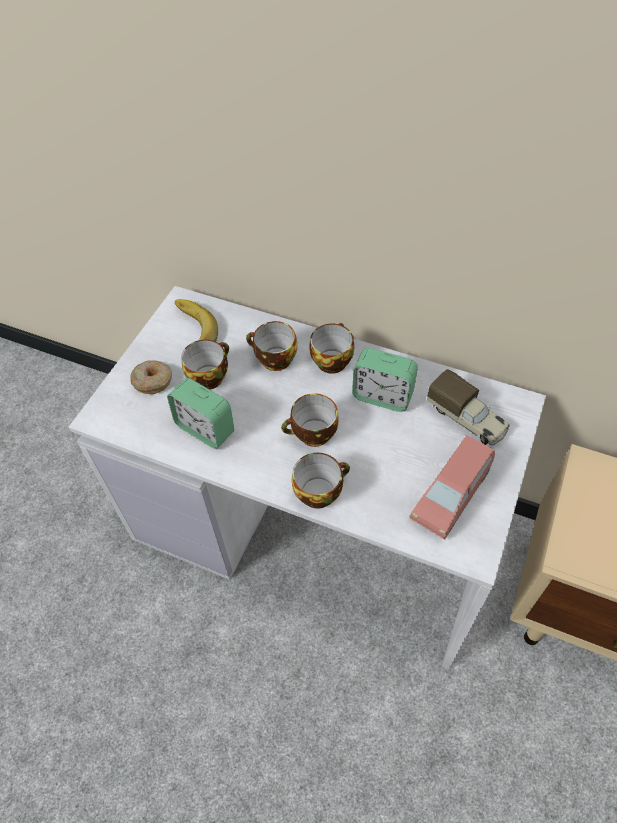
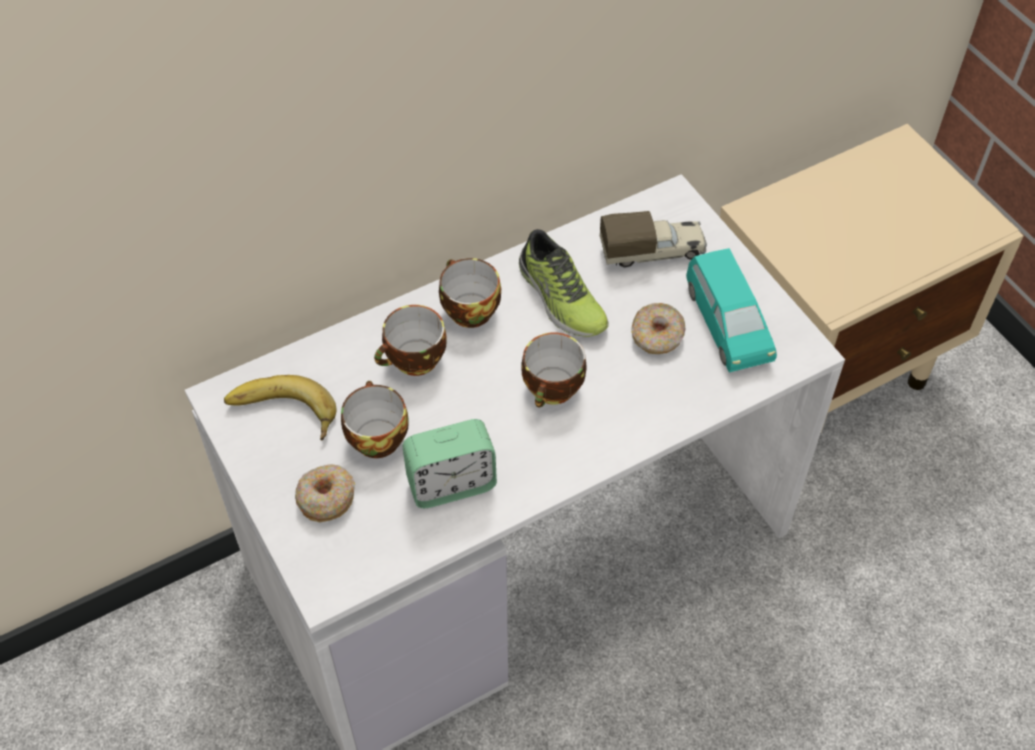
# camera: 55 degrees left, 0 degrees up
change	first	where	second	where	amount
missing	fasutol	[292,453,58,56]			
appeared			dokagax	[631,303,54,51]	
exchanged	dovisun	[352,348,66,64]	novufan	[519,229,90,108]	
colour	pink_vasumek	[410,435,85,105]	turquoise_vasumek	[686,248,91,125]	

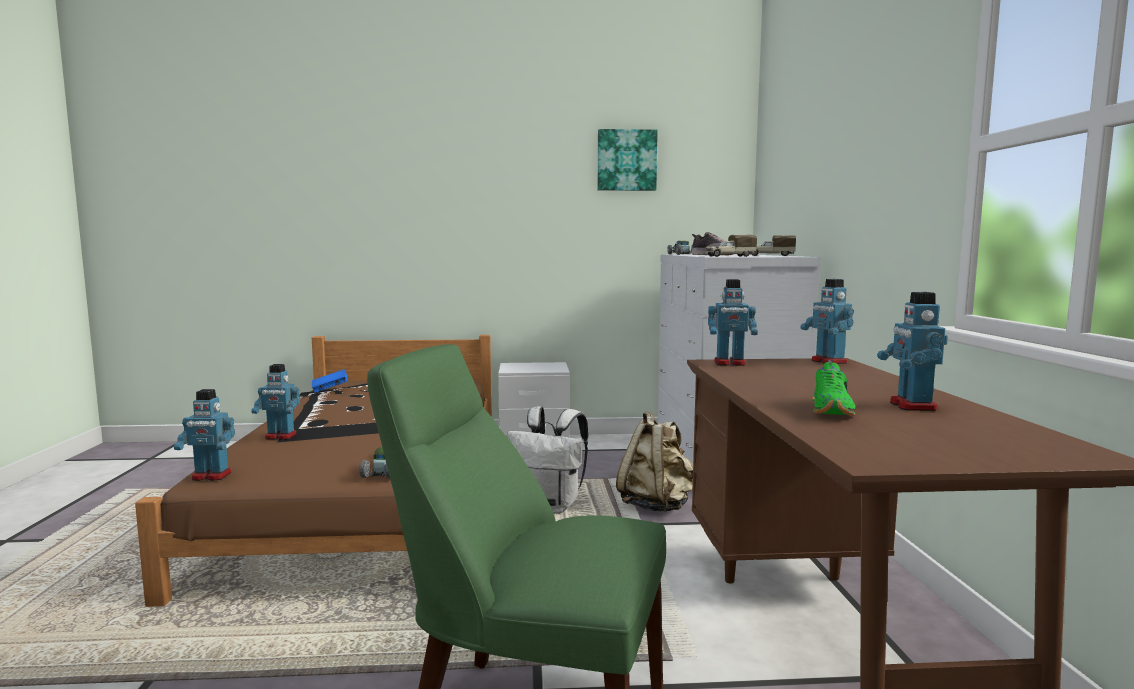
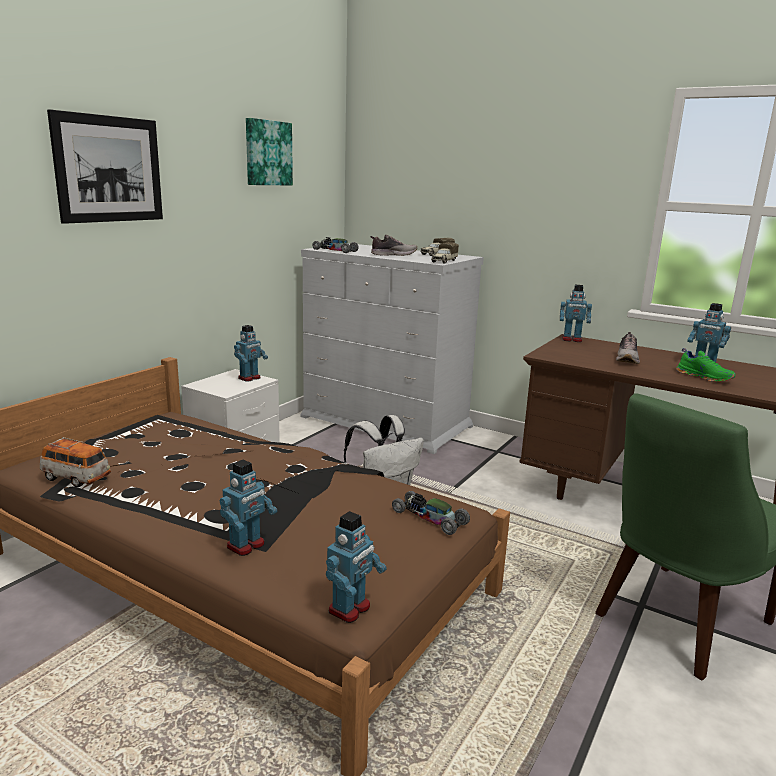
# camera: 55 degrees left, 10 degrees up
change	first	where	second	where	amount
missing	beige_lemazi	[616,411,77,101]			
appeared			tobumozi	[47,109,116,115]	
appeared			novufan	[616,332,24,32]	
relocated	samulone	[708,279,50,87]		[234,325,34,57]	
exchanged	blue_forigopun	[312,369,35,24]	vasumek	[39,437,72,50]	

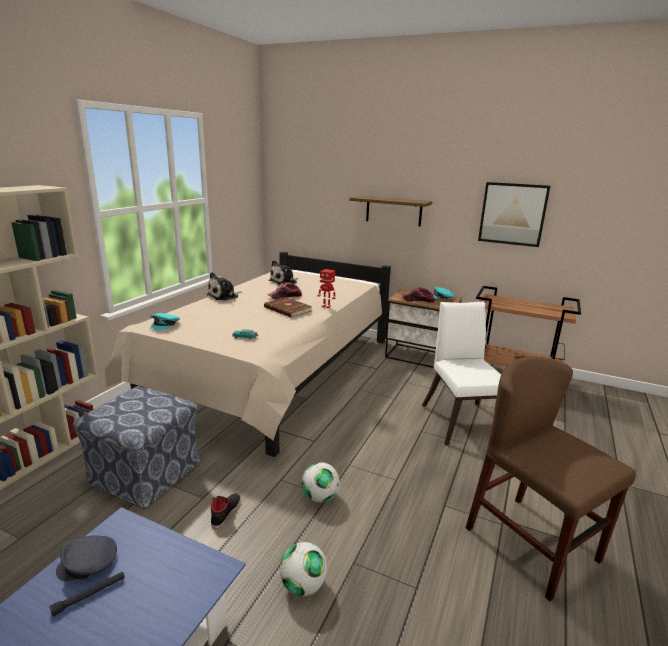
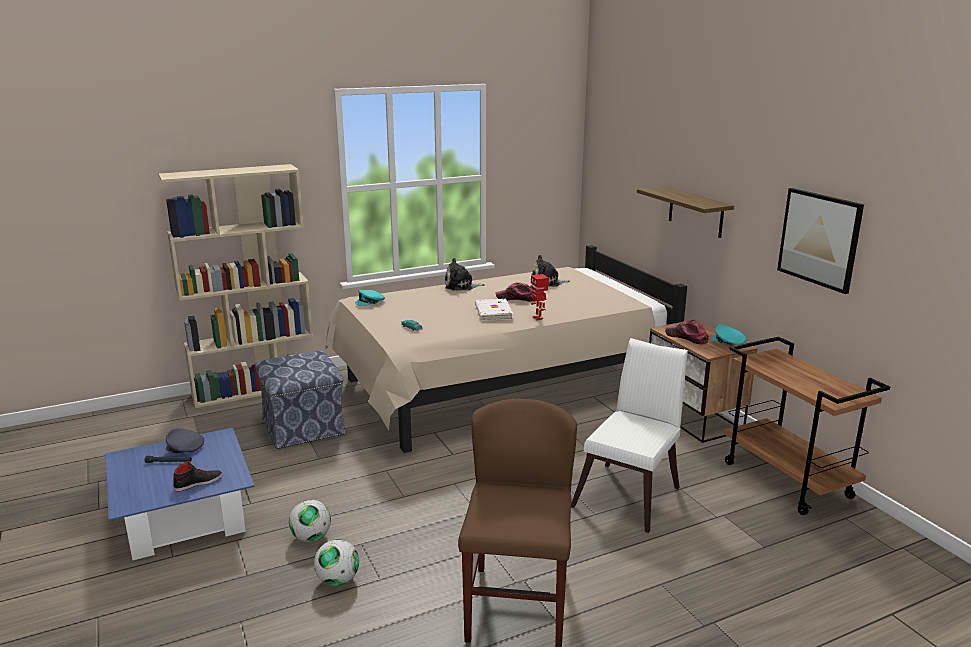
# camera: 40 degrees right, 0 degrees up
change	first	where	second	where	amount
relocated	black_novufan	[211,494,30,35]		[173,461,50,31]	
relocated	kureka	[302,462,38,41]		[314,539,45,47]	
colour	brown_forigopun	[264,297,48,21]	white_forigopun	[475,299,38,22]	

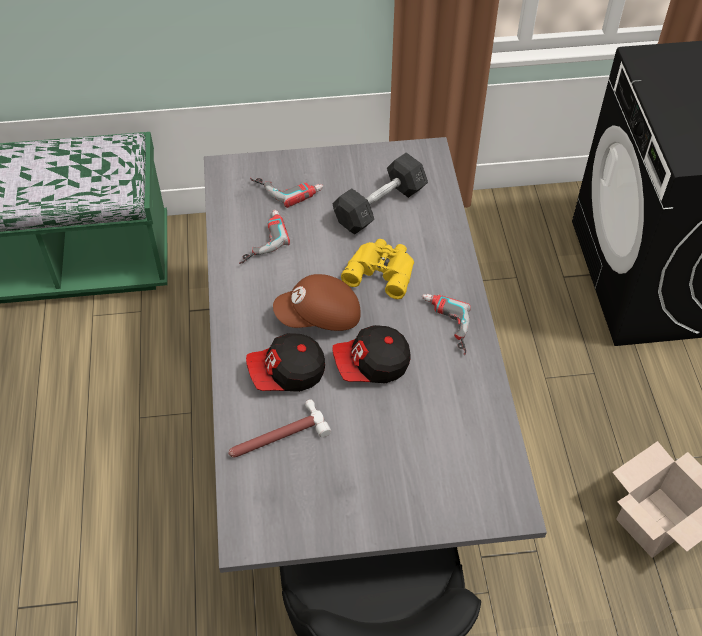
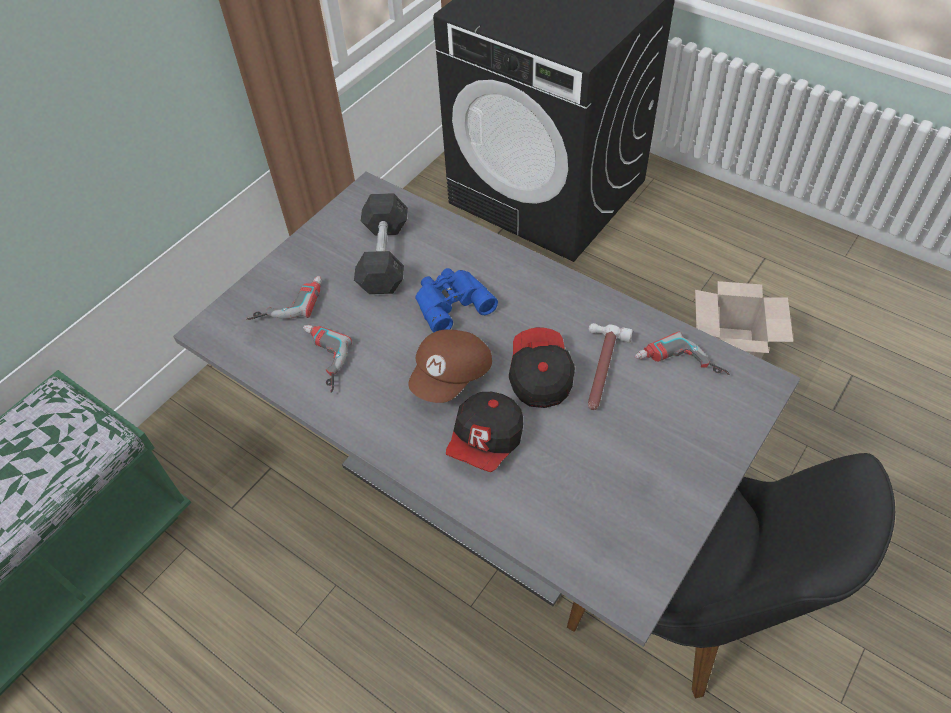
# camera: 45 degrees left, 0 degrees up
change	first	where	second	where	amount
relocated	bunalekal	[228,399,103,59]		[588,323,45,87]	
relocated	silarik	[422,294,49,61]		[635,331,95,44]	
colour	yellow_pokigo	[341,239,73,60]	blue_pokigo	[415,268,83,65]	
spun	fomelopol	[332,325,79,58]		[509,327,66,81]	150 degrees clockwise

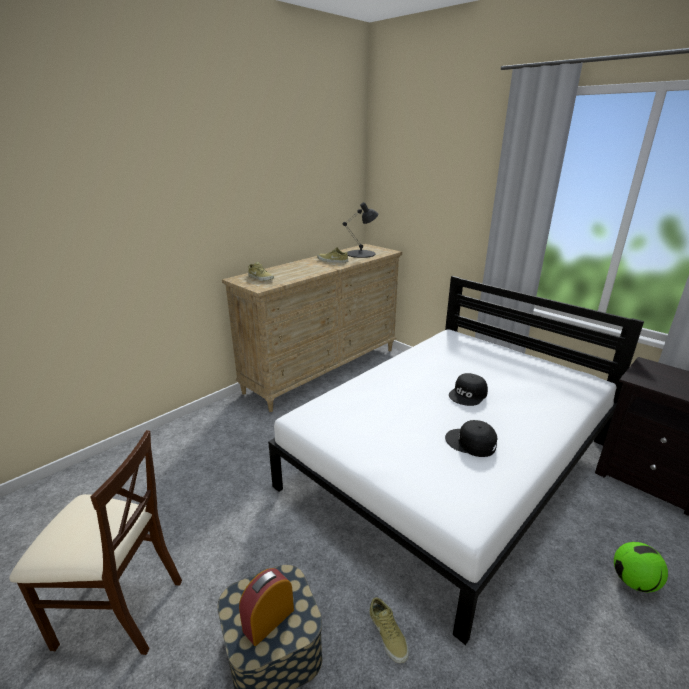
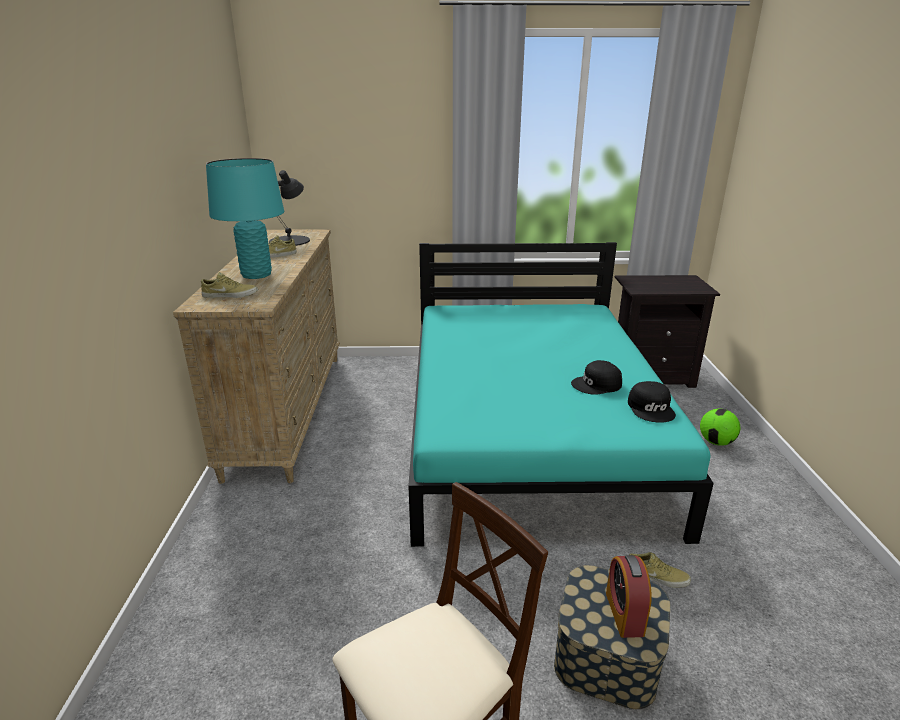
# camera: 45 degrees left, 0 degrees up
change	first	where	second	where	amount
appeared			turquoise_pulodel	[206,158,78,121]	
relocated	black_fomelopol	[449,373,39,33]		[628,381,48,42]	
colour	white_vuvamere	[268,276,376,369]	turquoise_vuvamere	[408,242,306,305]	

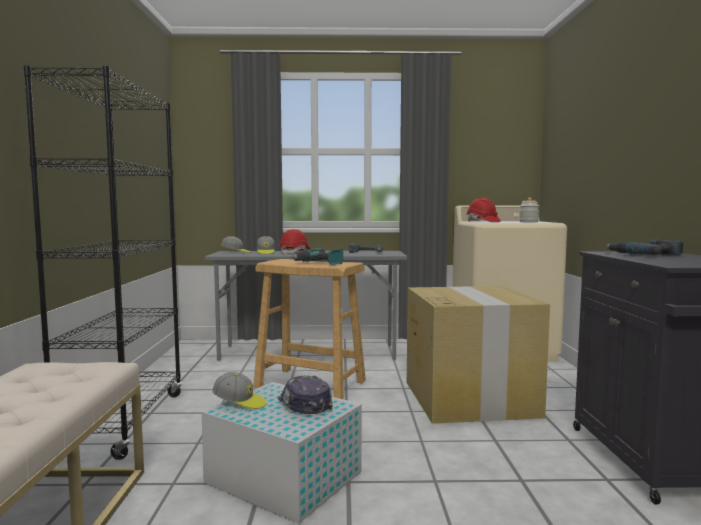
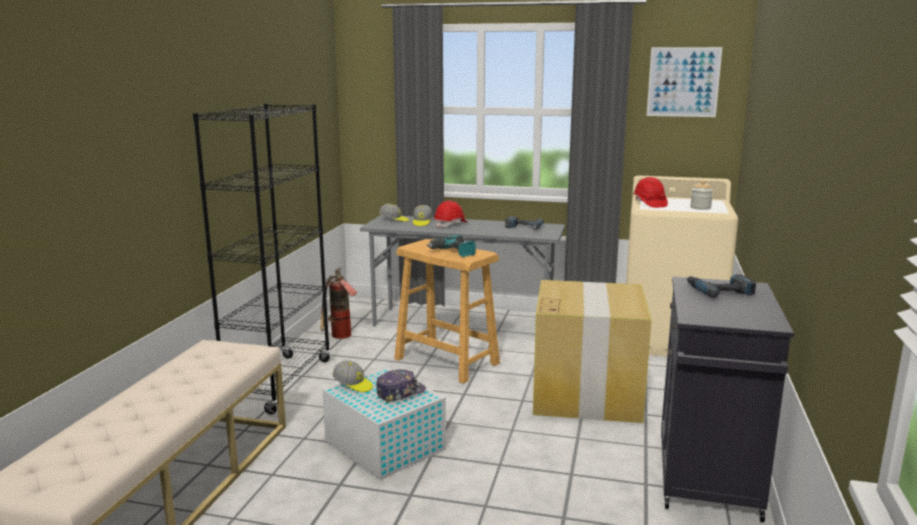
# camera: 15 degrees right, 10 degrees up
change	first	where	second	where	amount
appeared			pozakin	[320,267,37,72]	
appeared			tobumozi	[647,47,76,70]	
spun	fomelopol	[278,376,55,38]		[376,369,50,34]	75 degrees clockwise

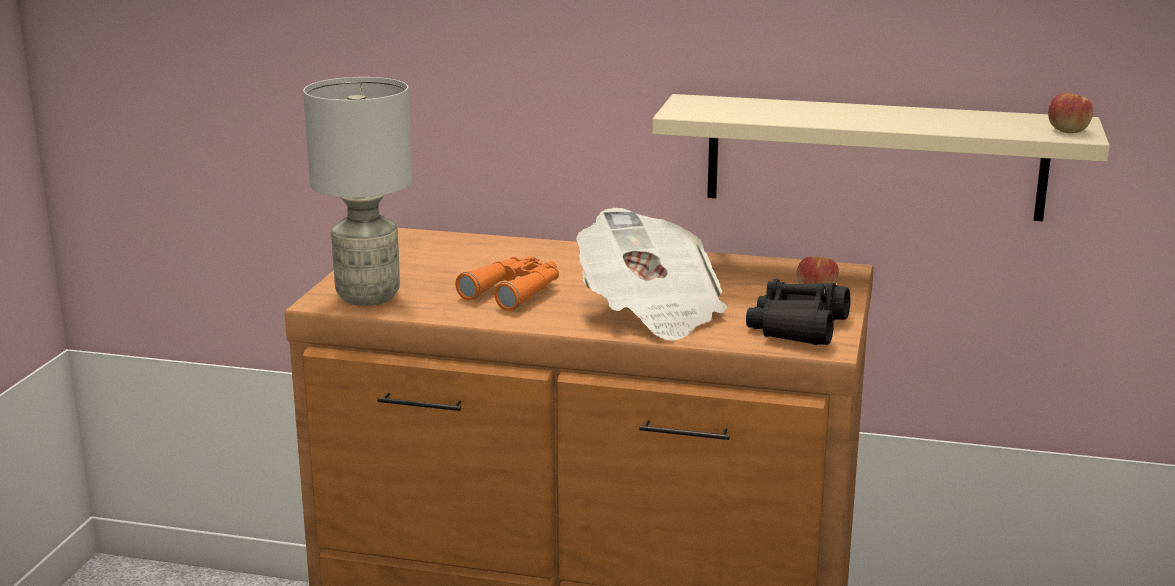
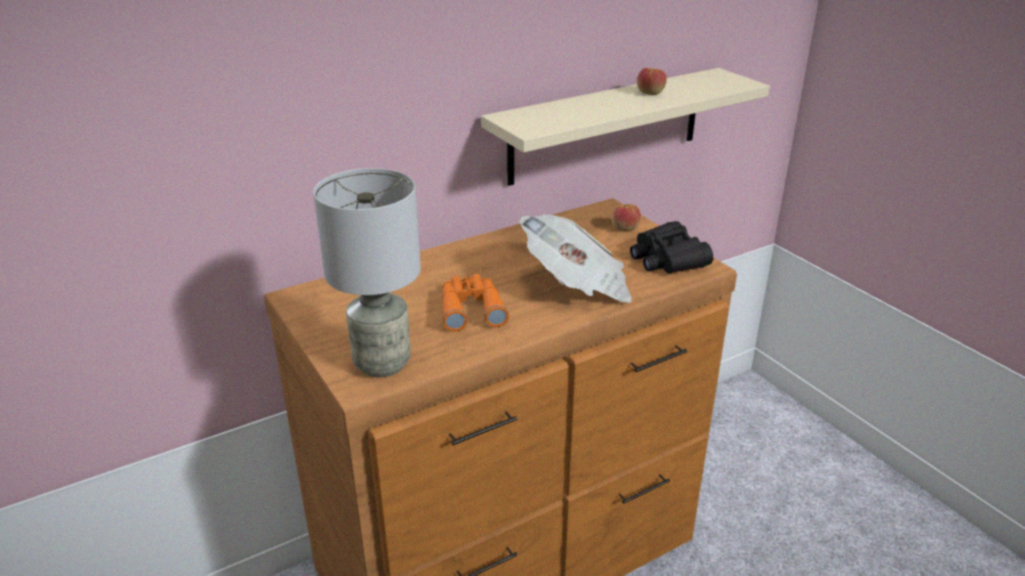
# camera: 45 degrees left, 10 degrees up
change	first	where	second	where	amount
relocated	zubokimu	[1048,92,46,41]		[637,68,30,27]	

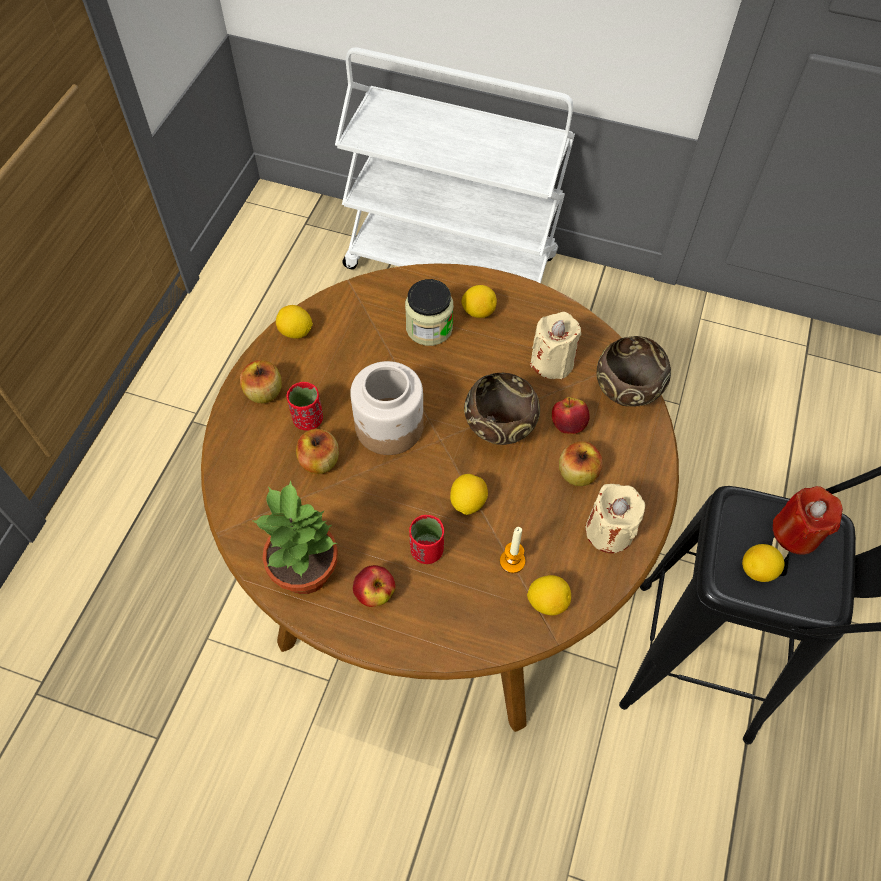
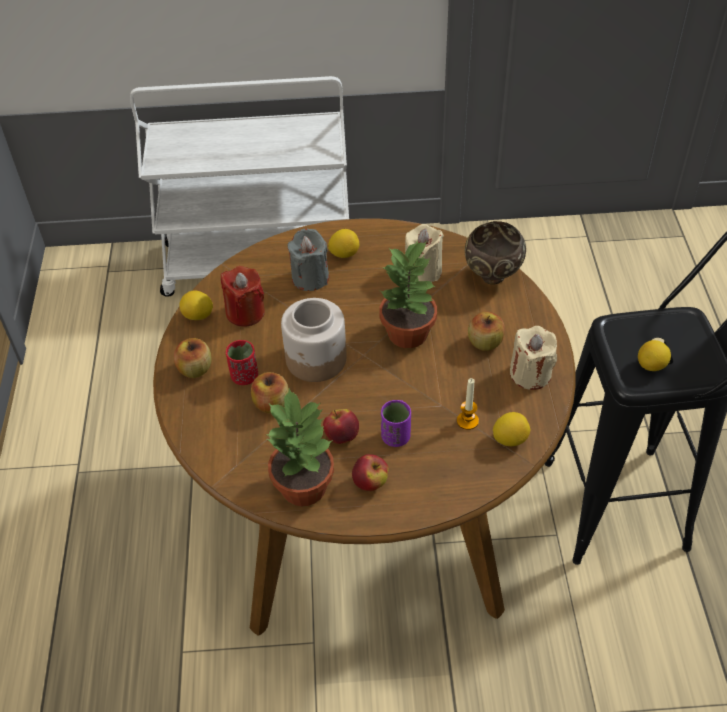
# camera: 20 degrees left, 10 degrees down
change	first	where	second	where	amount
missing	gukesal	[450,474,38,41]			
relocated	zubokimu	[552,397,38,37]		[323,409,36,35]	
relocated	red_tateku	[773,486,70,69]		[221,266,44,61]	
exchanged	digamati	[405,279,48,67]	grey_tateku	[287,228,42,63]	
exchanged	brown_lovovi	[464,373,76,72]	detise	[379,240,58,108]	
colour	red_fasutol	[409,515,35,49]	purple_fasutol	[381,400,30,47]	

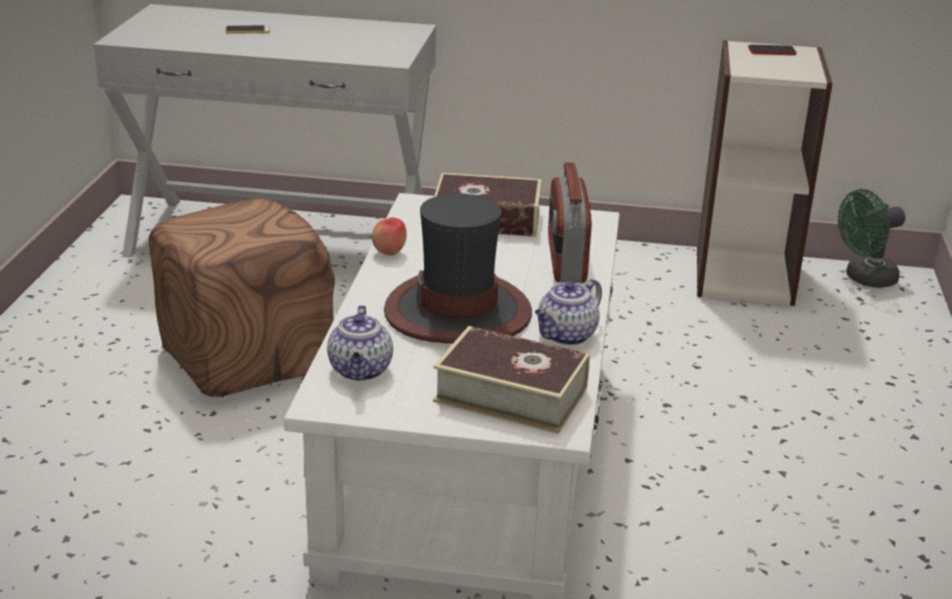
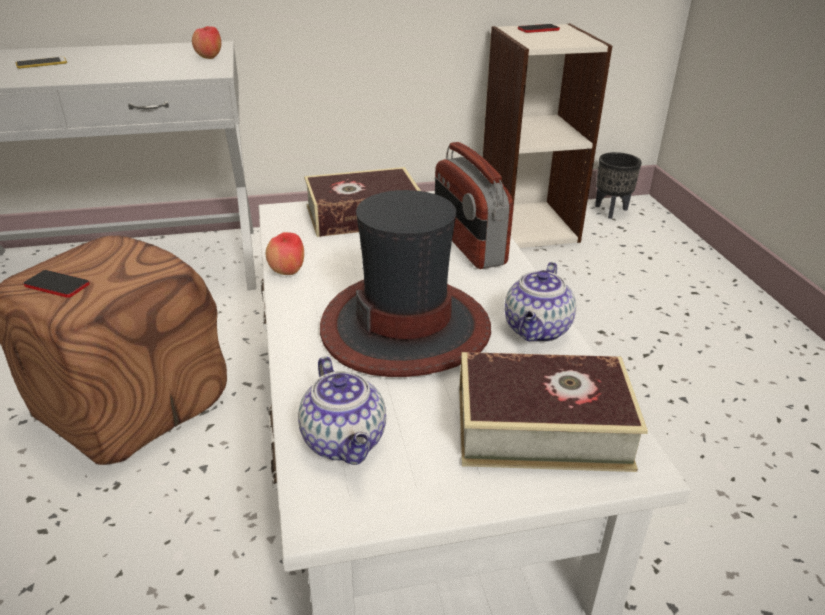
# camera: 20 degrees left, 5 degrees up
change	first	where	second	where	amount
appeared			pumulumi	[24,270,66,28]	
appeared			zubokimu	[192,26,29,33]	
exchanged	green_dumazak	[838,189,67,99]	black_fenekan	[595,152,47,67]	

